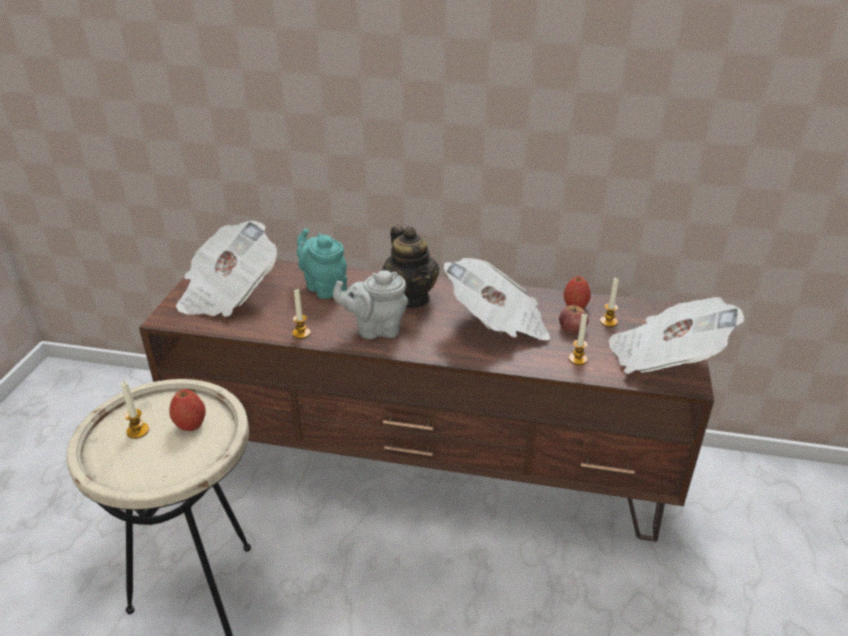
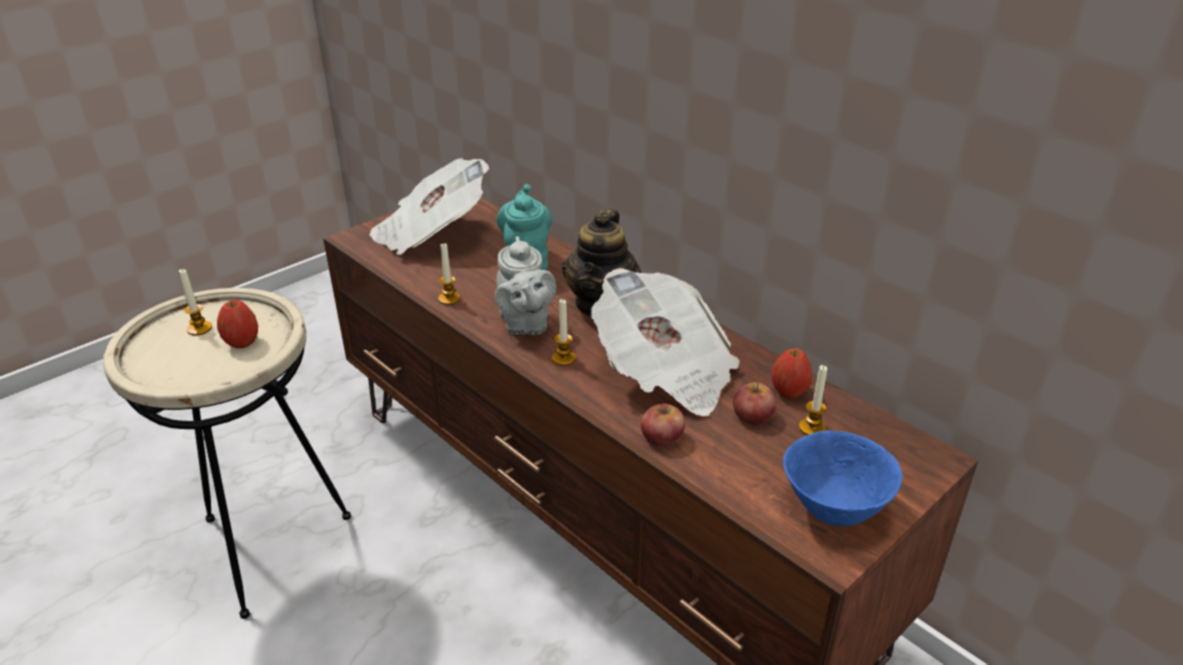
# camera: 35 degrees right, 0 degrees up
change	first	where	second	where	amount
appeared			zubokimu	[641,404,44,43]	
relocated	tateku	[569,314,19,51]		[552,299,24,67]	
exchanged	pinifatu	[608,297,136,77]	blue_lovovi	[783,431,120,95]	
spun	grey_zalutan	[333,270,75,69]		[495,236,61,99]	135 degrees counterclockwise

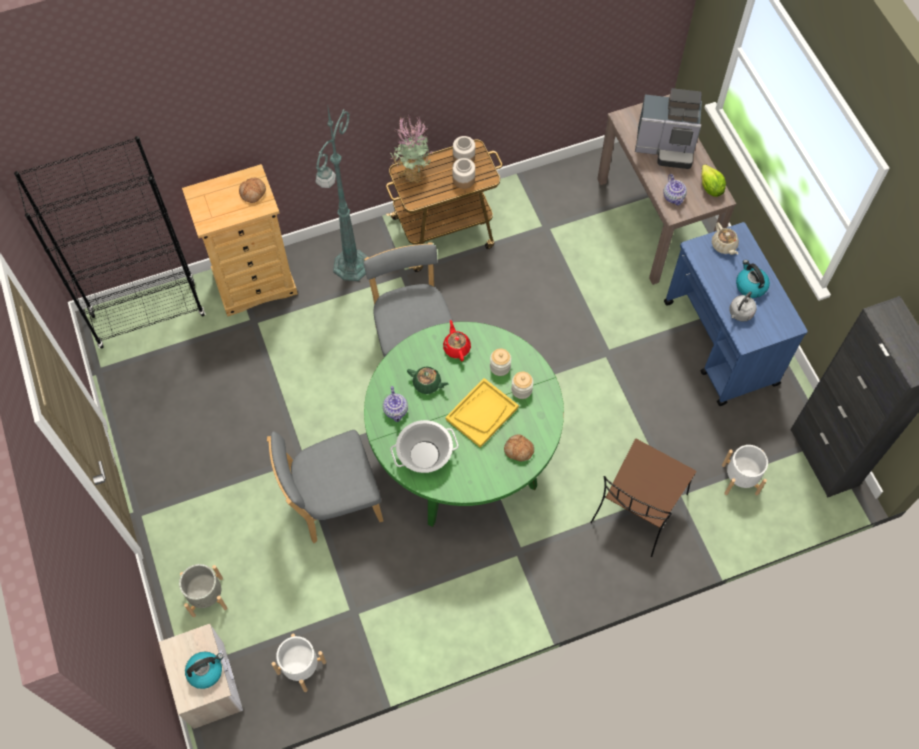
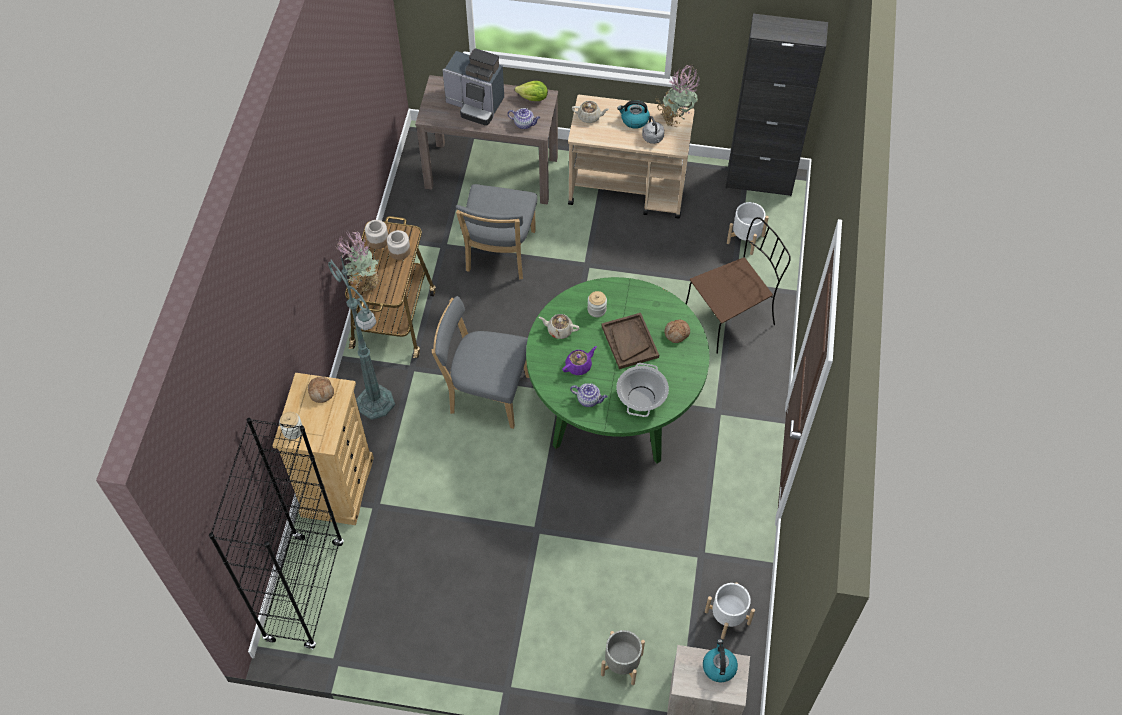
# camera: 60 degrees left, 5 degrees down
change	first	where	second	where	amount
appeared			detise	[657,65,43,62]	
relocated	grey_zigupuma	[267,430,116,113]		[455,184,82,95]	
relocated	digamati	[511,372,22,27]		[279,412,23,28]	
colour	green_zalutan	[407,366,42,28]	purple_zalutan	[562,346,35,29]	
colour	red_zalutan	[443,320,28,41]	beige_zalutan	[539,314,40,25]	
colour	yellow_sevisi	[445,378,74,70]	brown_sevisi	[601,313,58,56]	
colour	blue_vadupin	[664,222,144,184]	beige_vadupin	[568,95,127,124]	
spun	brown_zigupuma	[590,439,107,118]		[686,217,105,137]	90 degrees counterclockwise
spun	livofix	[635,88,67,81]		[442,48,62,78]	75 degrees clockwise

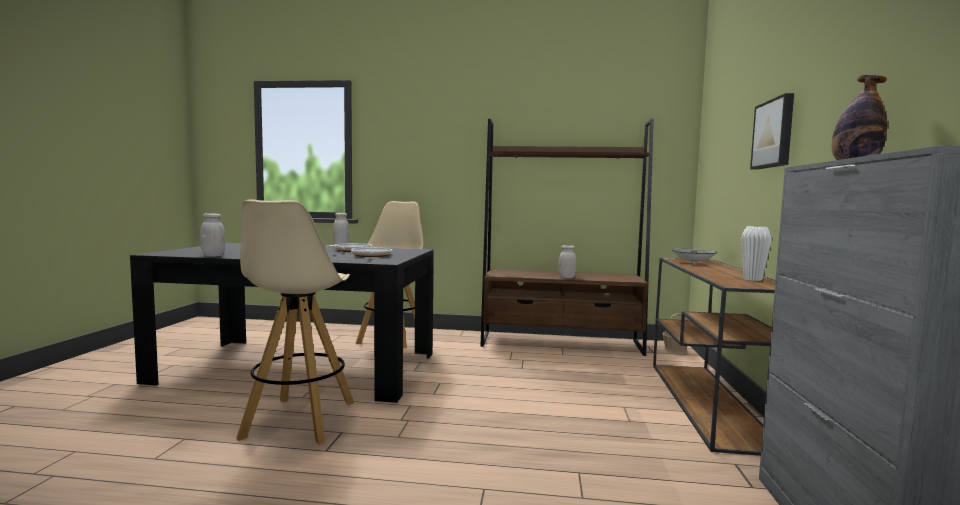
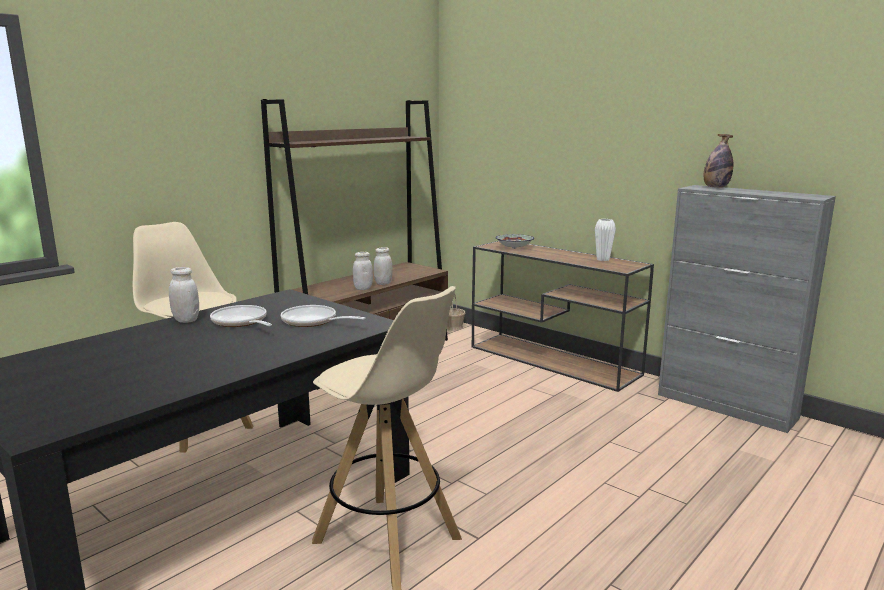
# camera: 55 degrees left, 10 degrees up
change	first	where	second	where	amount
missing	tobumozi	[750,93,44,76]			
relocated	white_digamati	[200,213,25,44]		[353,252,20,38]	

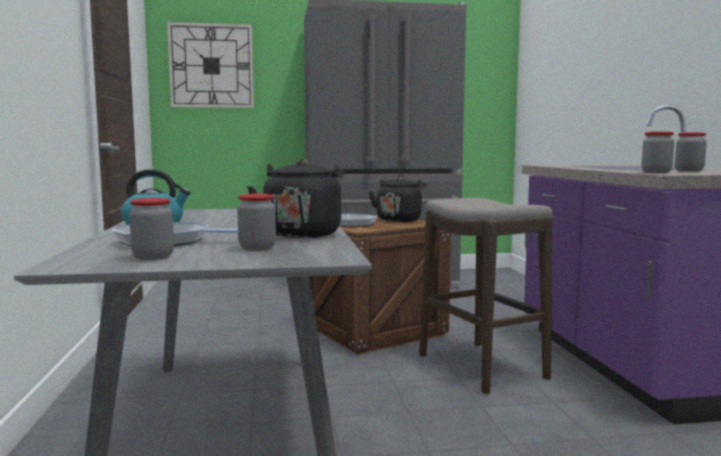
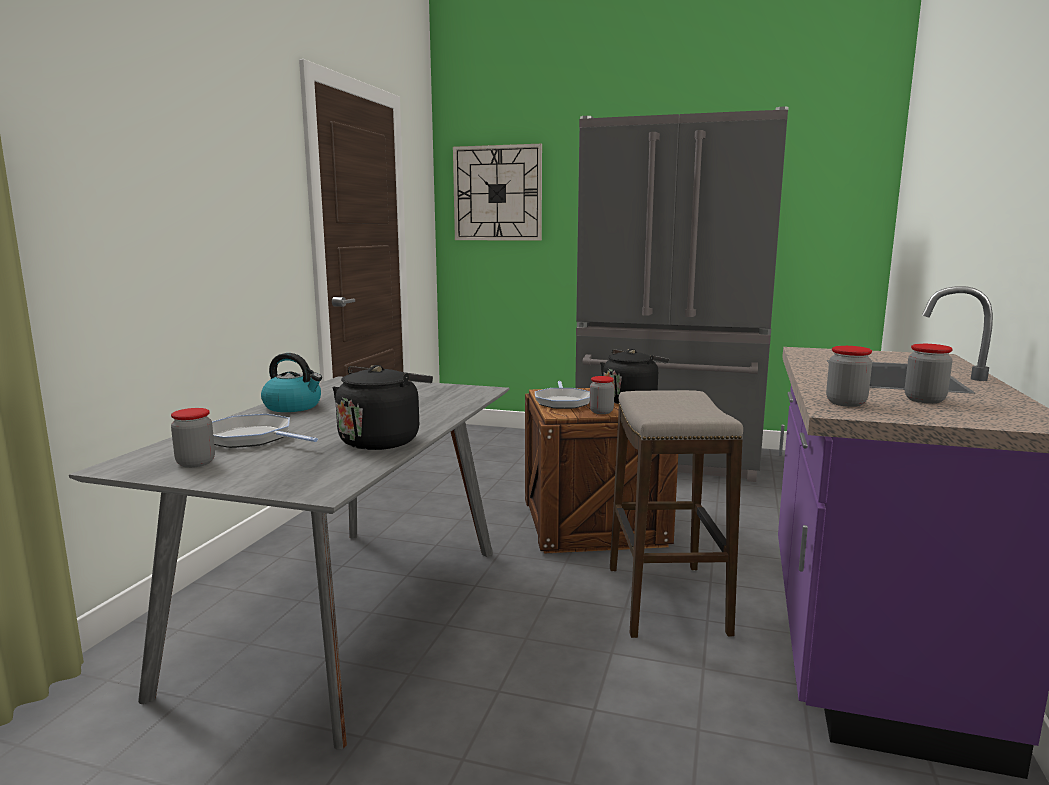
# camera: 25 degrees right, 5 degrees up
change	first	where	second	where	amount
relocated	digamati	[237,194,39,57]		[590,376,24,38]	

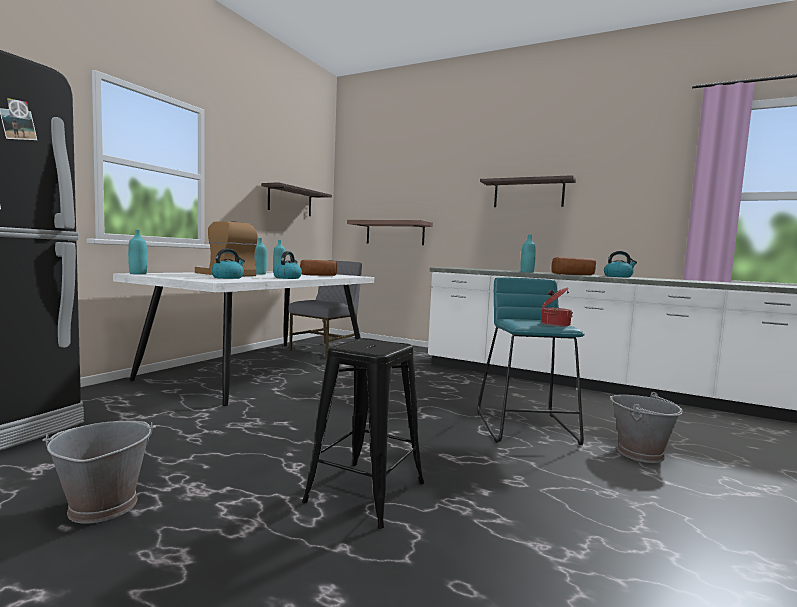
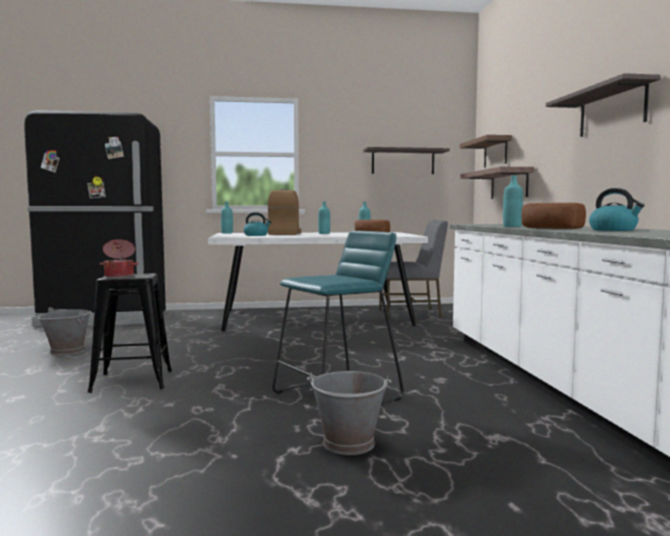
# camera: 55 degrees right, 0 degrees up
change	first	where	second	where	amount
missing	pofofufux	[273,251,29,28]			
appeared			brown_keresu	[460,135,52,33]	
relocated	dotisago	[541,287,32,40]		[99,239,40,39]	

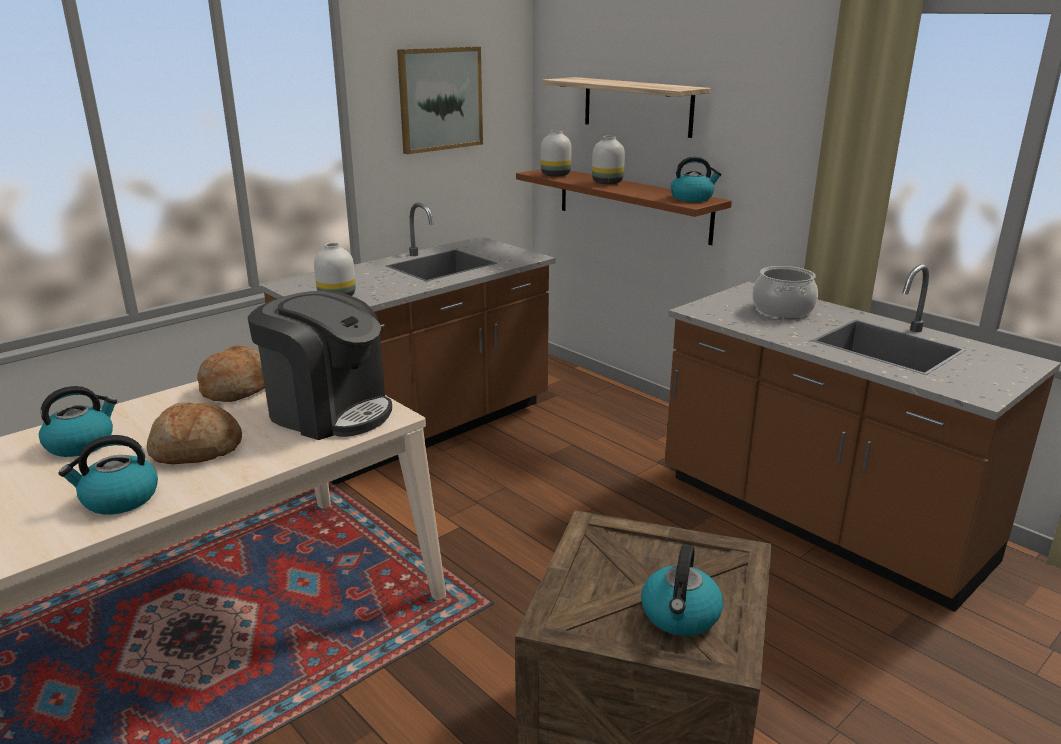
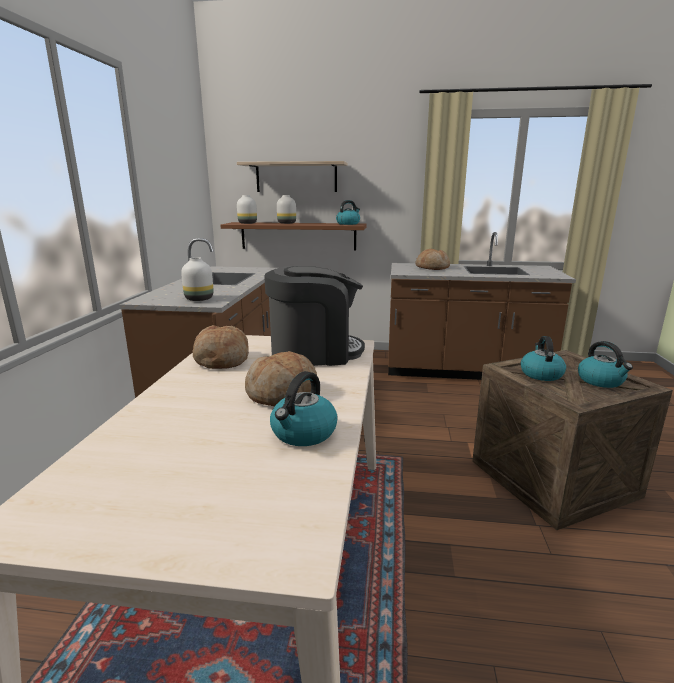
# camera: 40 degrees left, 5 degrees down
change	first	where	second	where	amount
missing	tobumozi	[397,47,86,107]			
relocated	pofofufux	[39,386,78,71]		[521,336,45,45]	
exchanged	dotisago	[752,266,66,52]	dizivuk	[415,249,35,21]	

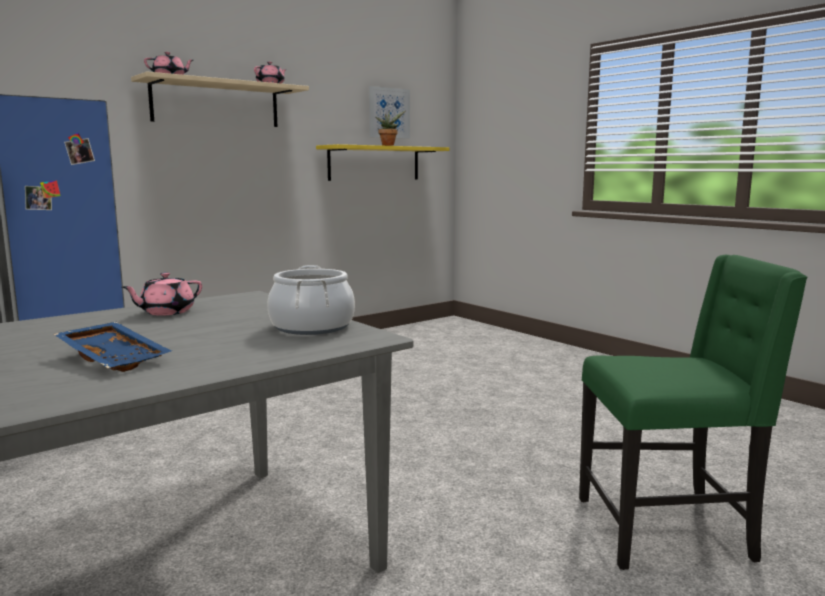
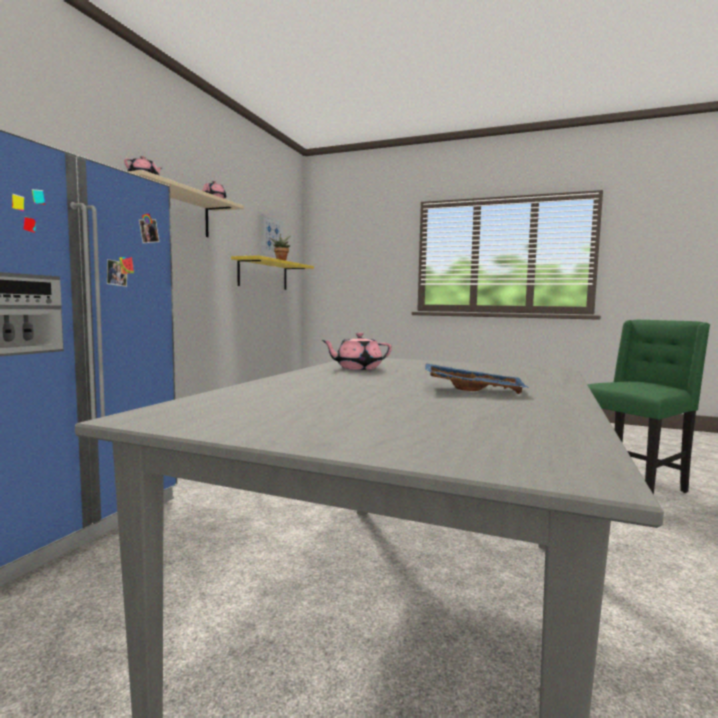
# camera: 30 degrees left, 5 degrees down
change	first	where	second	where	amount
missing	dotisago	[267,265,88,70]			
spun	pink_zalutan	[122,272,80,44]		[321,332,71,38]	60 degrees clockwise

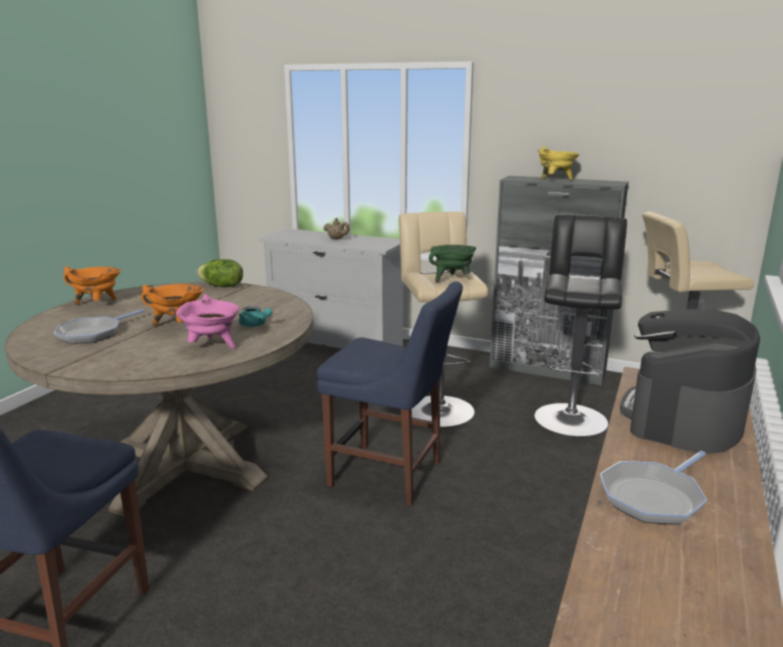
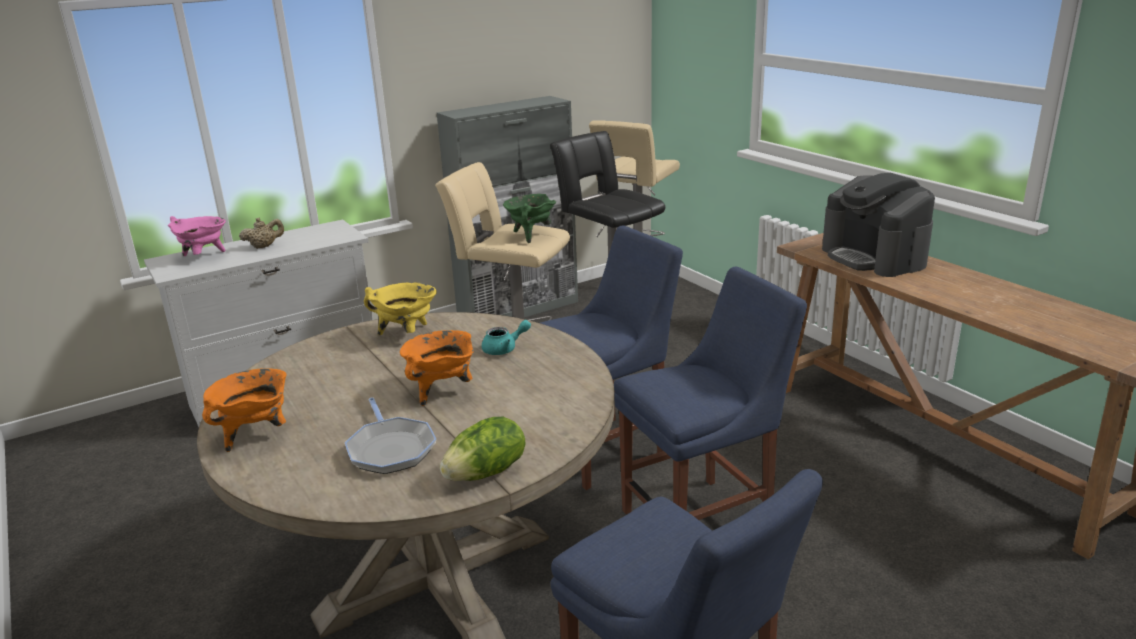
# camera: 55 degrees left, 5 degrees up
change	first	where	second	where	amount
missing	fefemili	[600,451,107,73]			
appeared			blue_zigupuma	[614,267,193,253]	
relocated	pink_dotisago	[176,294,63,55]		[168,216,58,40]	
relocated	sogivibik	[197,259,46,28]		[440,417,86,64]	
relocated	yellow_dotisago	[538,146,42,34]		[364,283,73,53]	

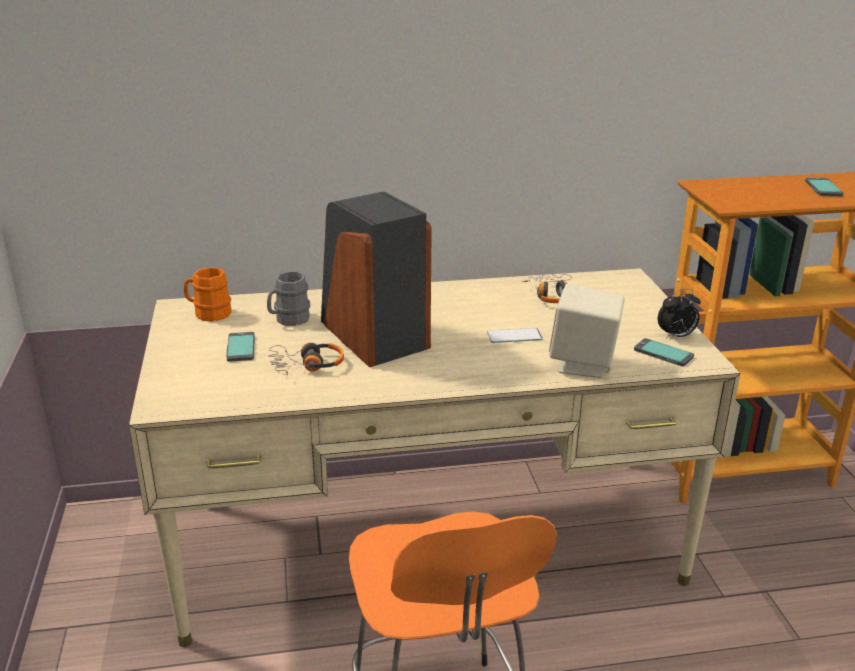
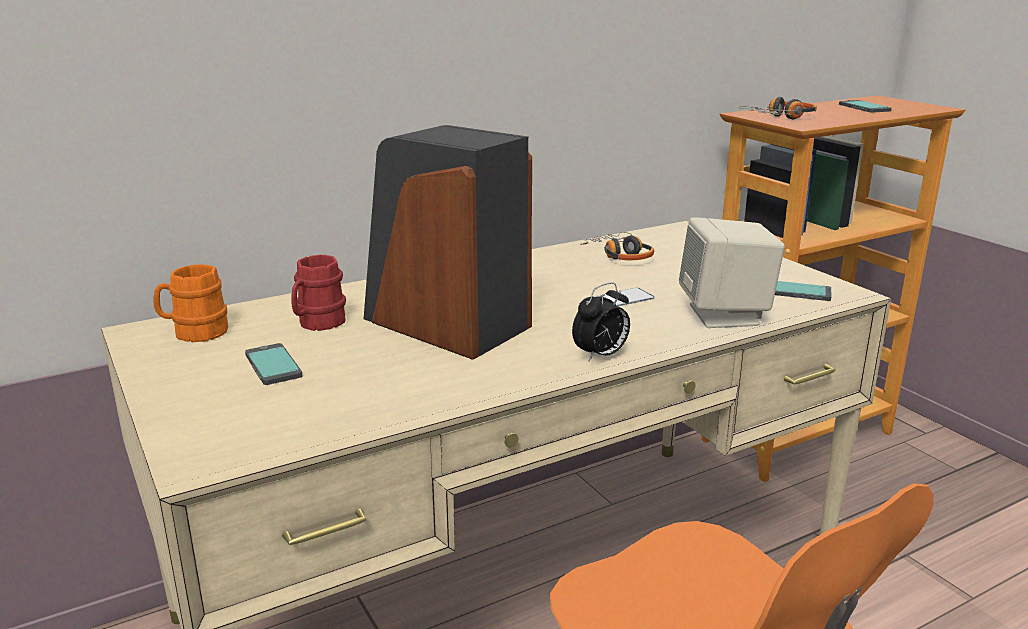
# camera: 20 degrees left, 5 degrees down
change	first	where	second	where	amount
relocated	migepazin	[268,343,76,32]		[738,97,79,22]	
relocated	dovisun	[658,289,43,50]		[572,282,58,80]	
colour	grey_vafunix	[267,271,43,55]	red_vafunix	[291,254,55,77]	

